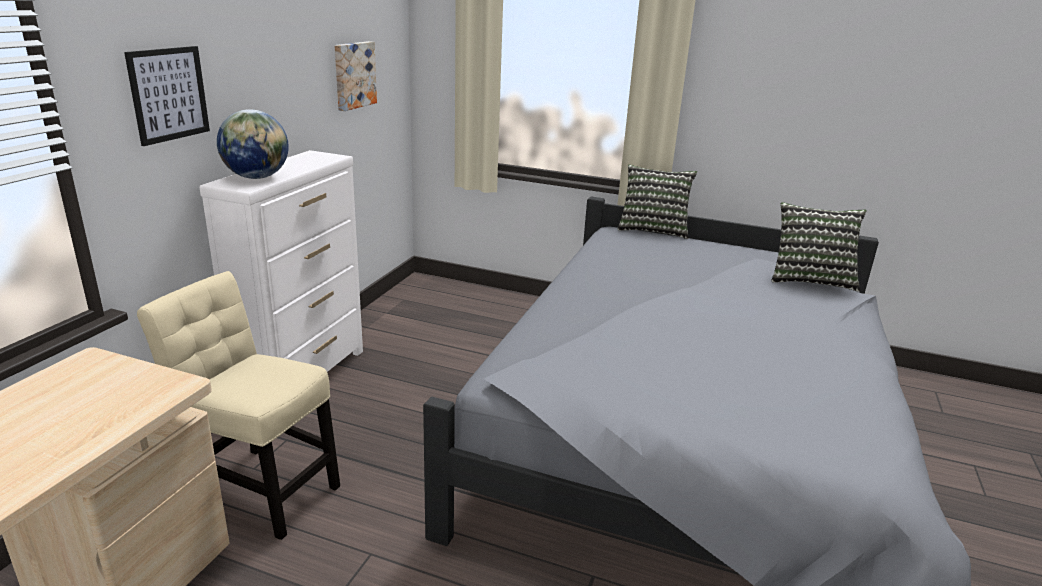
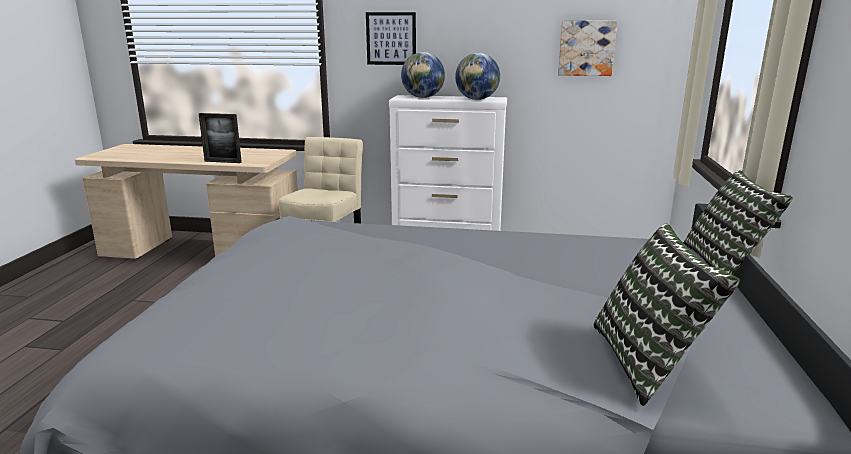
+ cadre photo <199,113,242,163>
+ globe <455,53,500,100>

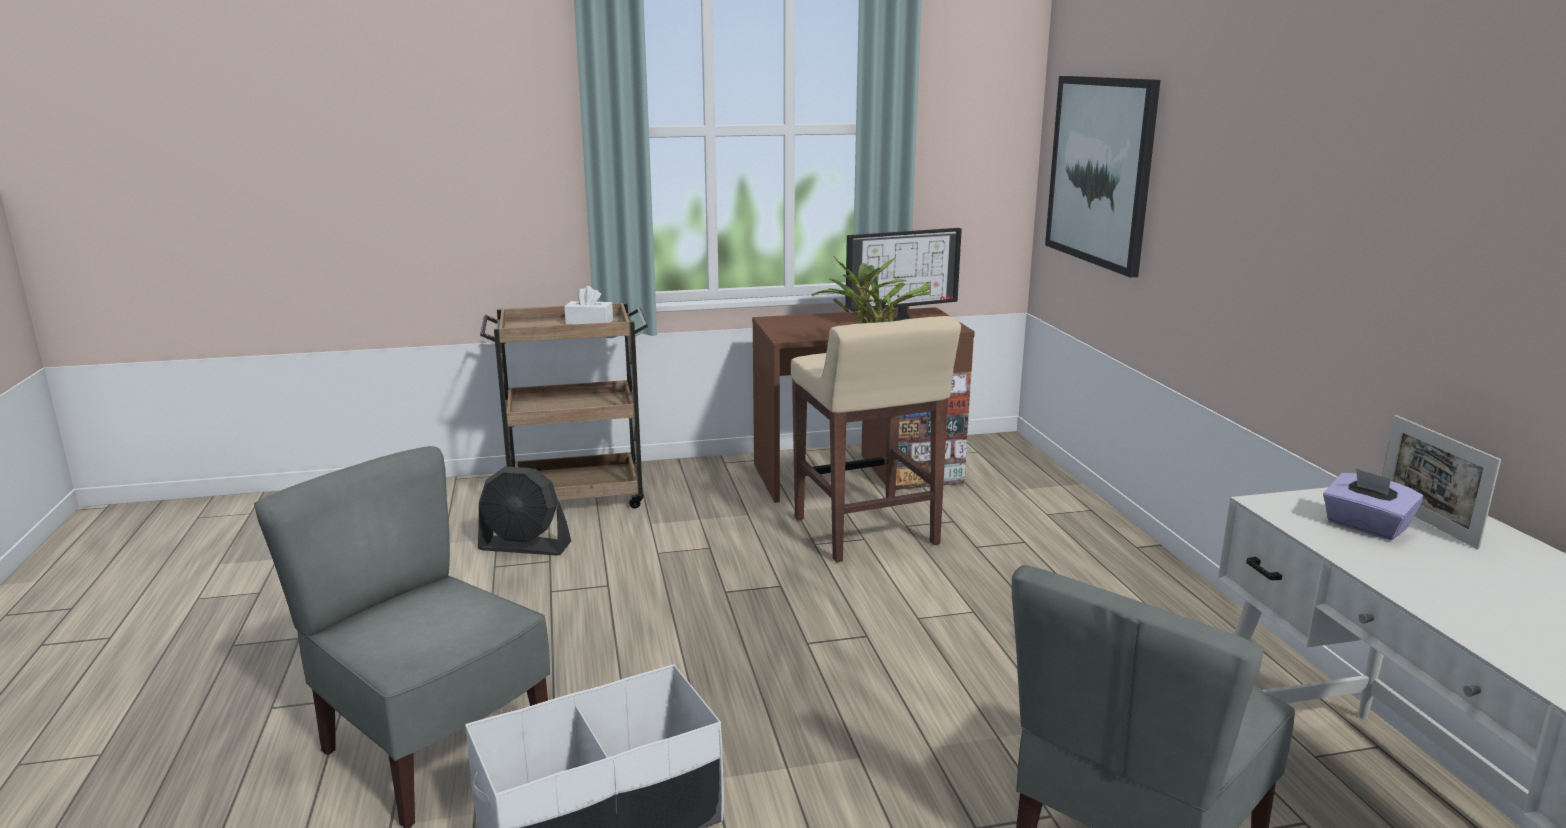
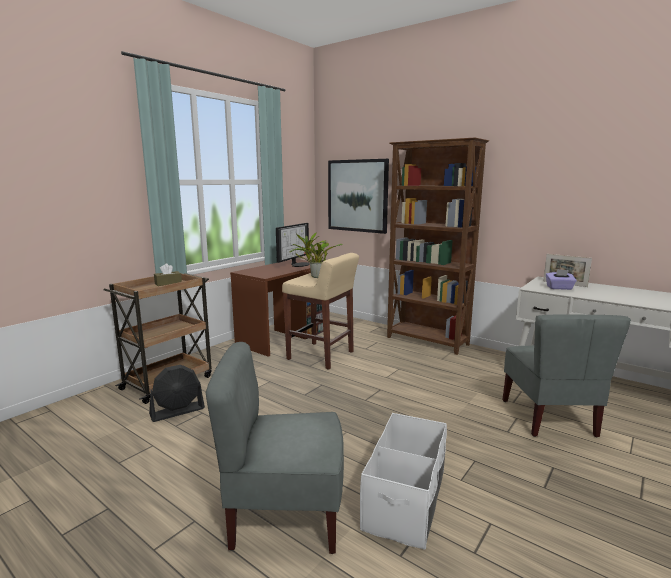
~ boîte à mouchoirs (blanc) <564,286,613,325> to boîte à mouchoirs (marron) <154,263,182,286>
+ bibliothèque (marron) <387,138,489,355>

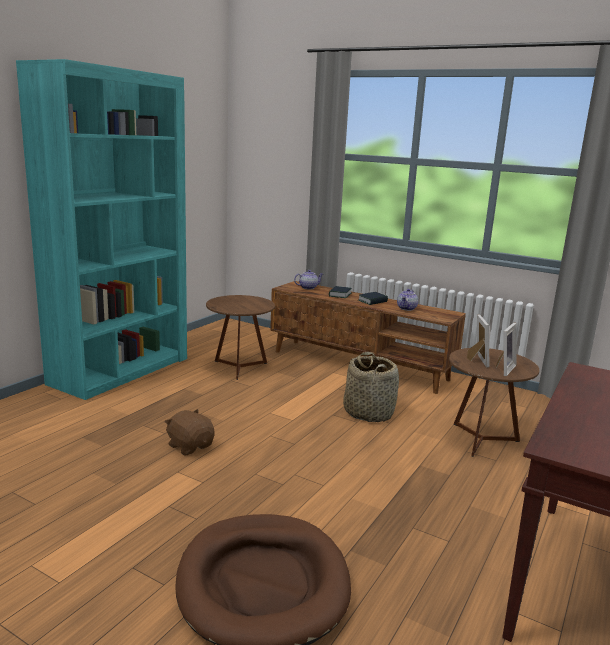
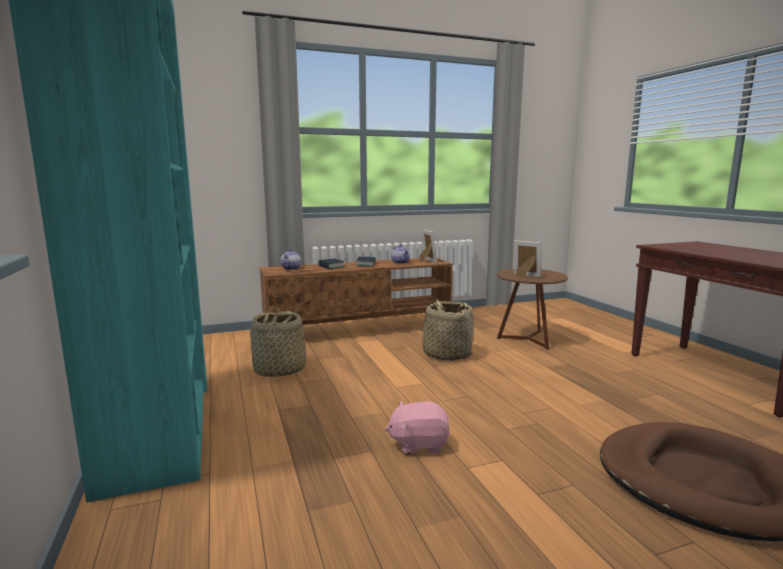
~ table d'appoint (marron) <206,295,275,380> to panier <250,308,306,377>
~ peluche (marron) <165,409,215,456> to peluche (rose) <385,401,450,455>
~ cadre photo <496,323,516,376> to <419,229,437,263>

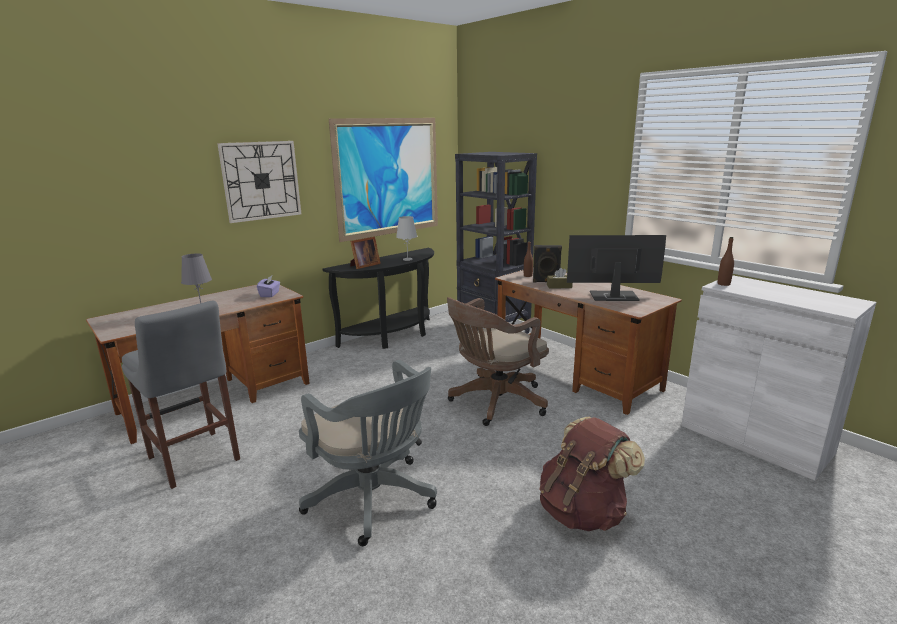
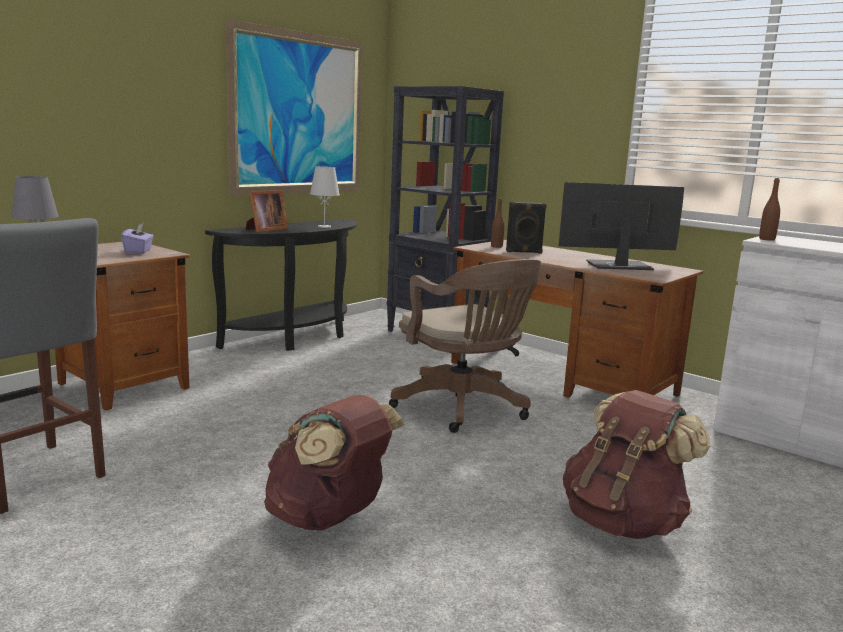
~ chaise de bureau (gris) <299,360,437,546> to sac à dos (marron) <264,395,405,530>
~ chaise de bureau (marron) <447,297,549,426> = <389,259,541,433> 75 degrees counterclockwise
- horloge murale <217,141,301,223>
- boîte à mouchoirs (marron) <547,268,573,289>

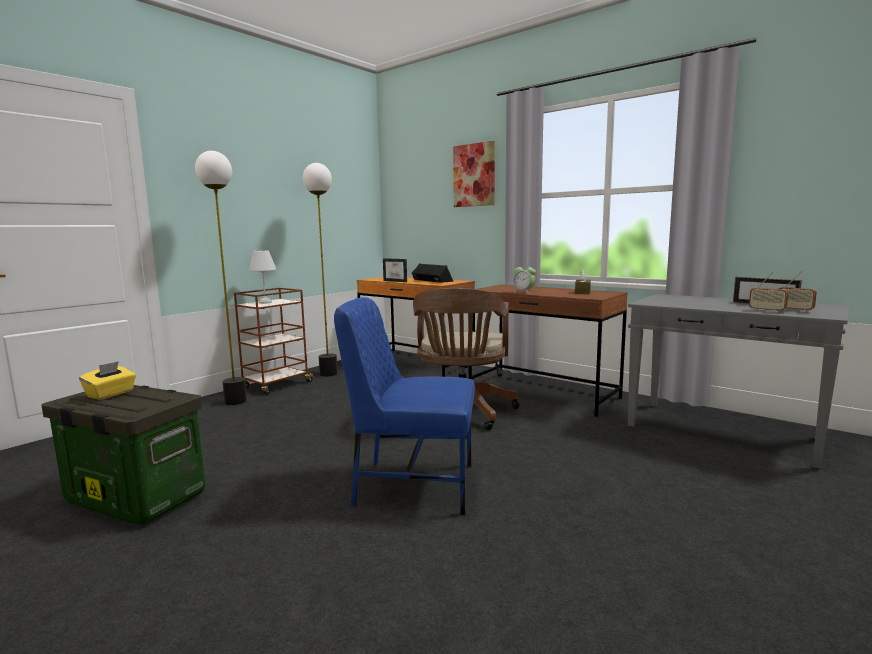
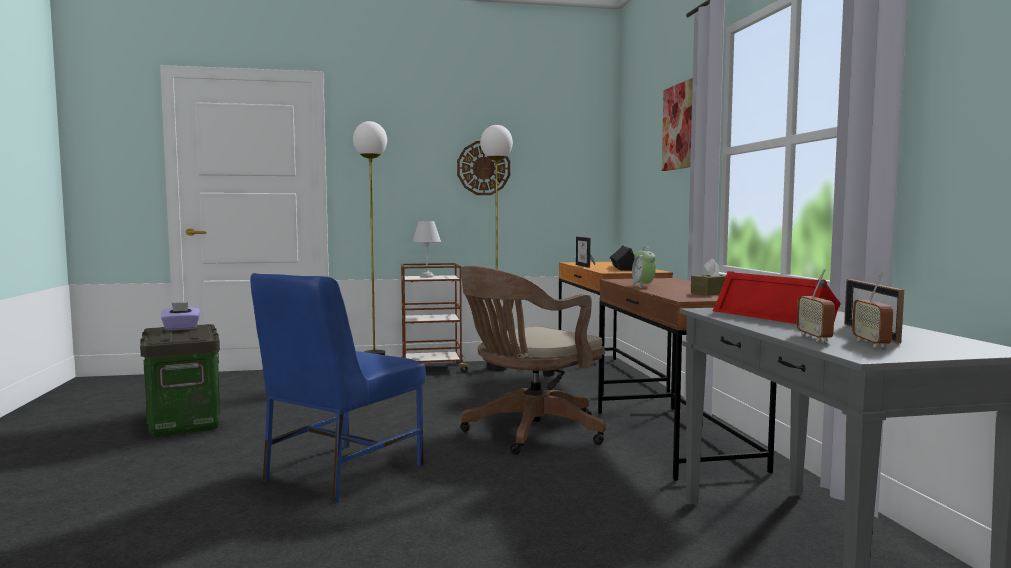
~ boîte à mouchoirs (jaune) <79,361,136,400> to boîte à mouchoirs (violet) <161,302,200,331>
~ chaise (bleu) <334,297,475,515> = <250,273,426,504> 105 degrees counterclockwise
+ horloge murale <457,141,510,195>
+ enceinte (rouge) <713,271,841,324>

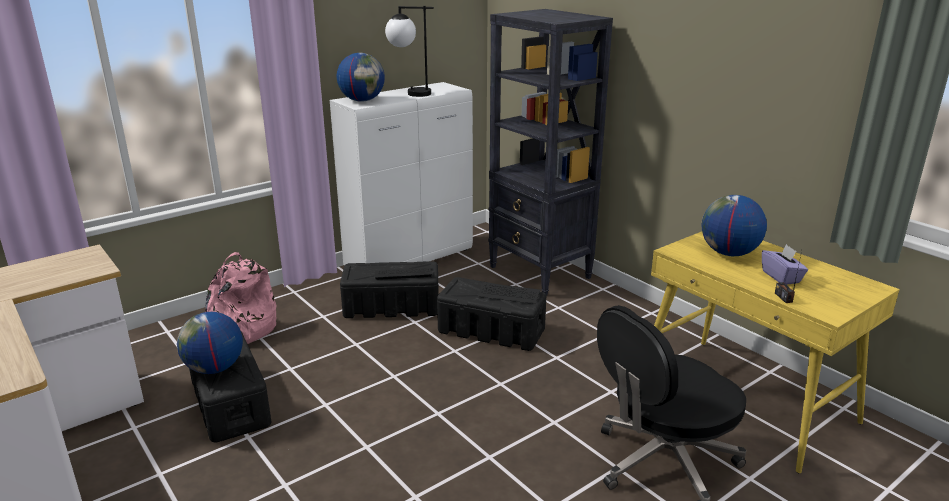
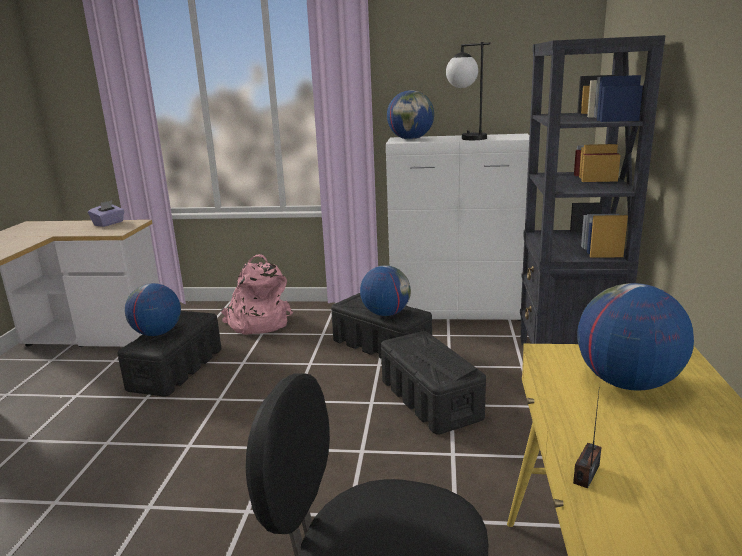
~ boîte à mouchoirs (violet) <762,244,808,285> to <88,200,125,227>
~ clavier <375,268,432,280> to globe <360,265,411,316>

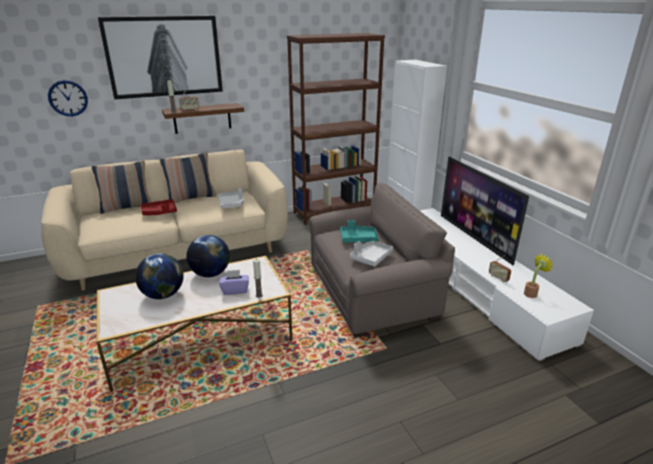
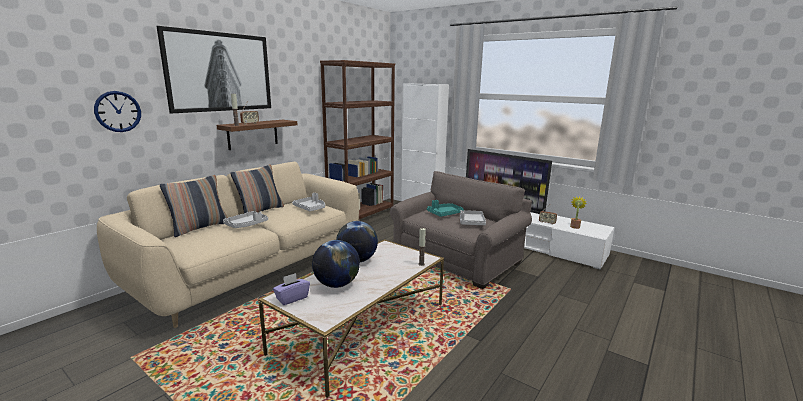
~ plateau (rouge) <141,199,177,215> to plateau (gris) <223,211,268,228>
~ boîte à mouchoirs (violet) <219,270,249,295> to <273,273,310,305>

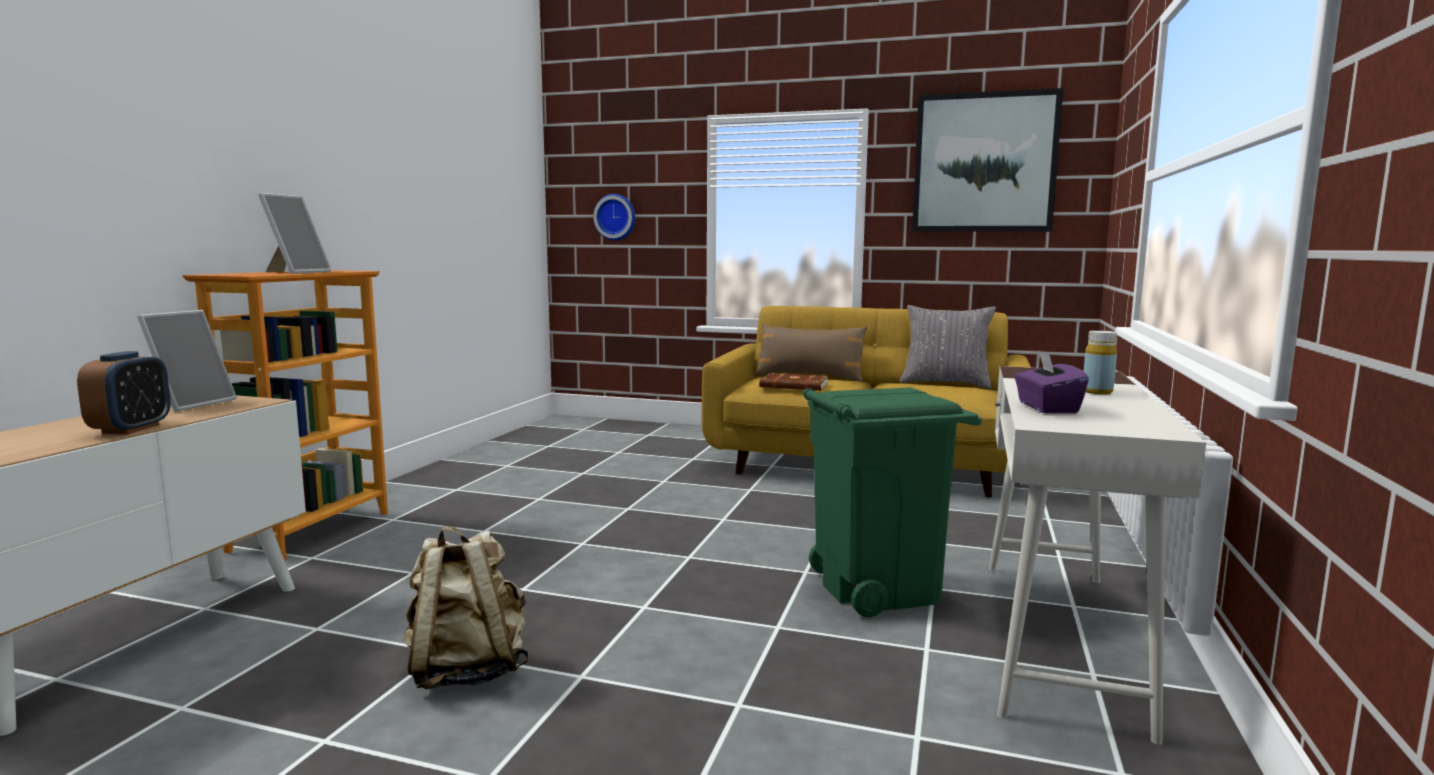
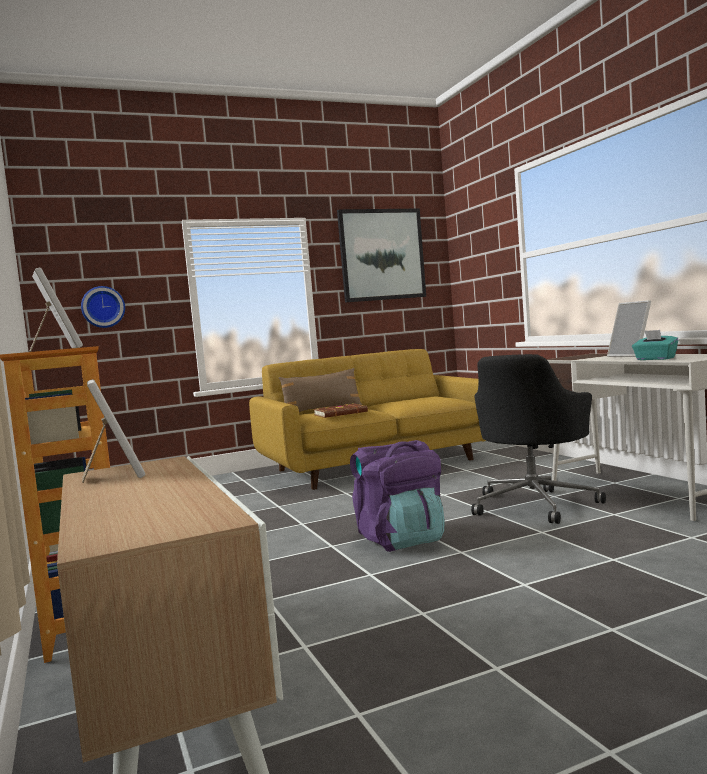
+ sac à dos (violet) <350,440,445,552>
~ poubelle (vert) <803,388,982,617> to chaise de bureau (noir) <471,354,606,524>
~ bouteille (jaune) <1084,330,1117,394> to cadre photo <607,300,651,357>
~ boîte à mouchoirs (violet) <1014,350,1089,413> to boîte à mouchoirs (turquoise) <632,330,679,360>
- réveil <77,351,171,434>
- sac à dos (beige) <403,526,529,689>
- coussin (gris) <900,305,996,389>

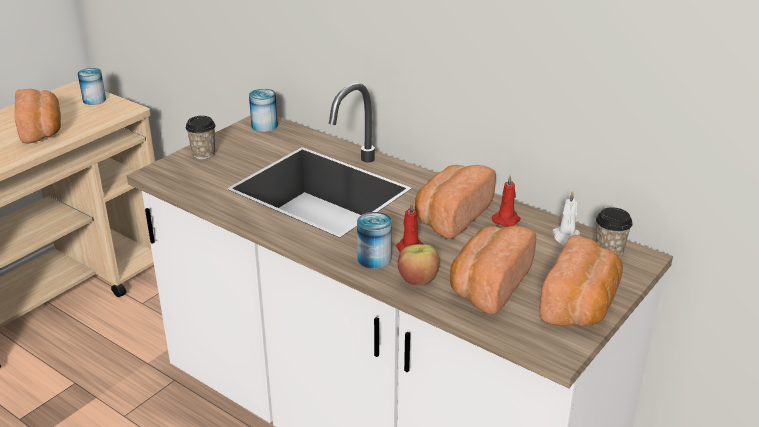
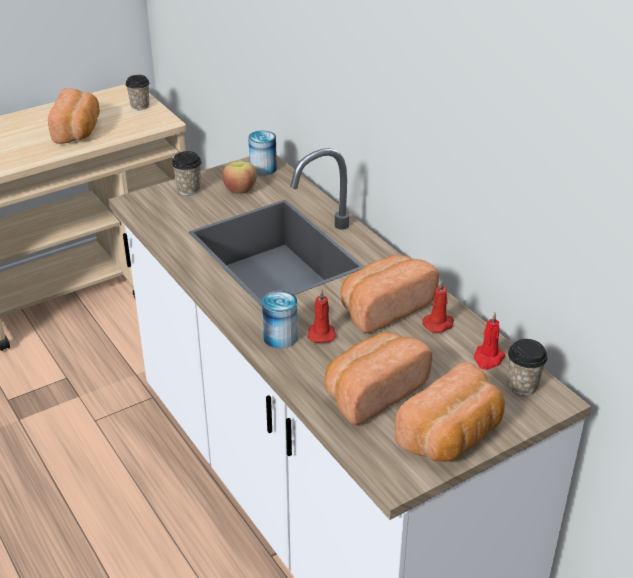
~ boîte métallique <78,68,106,105> to tasse <126,75,150,110>
~ pomme <398,244,440,286> to <223,161,257,193>
~ bougie (blanc) <553,191,580,246> to bougie (rouge) <474,312,505,370>

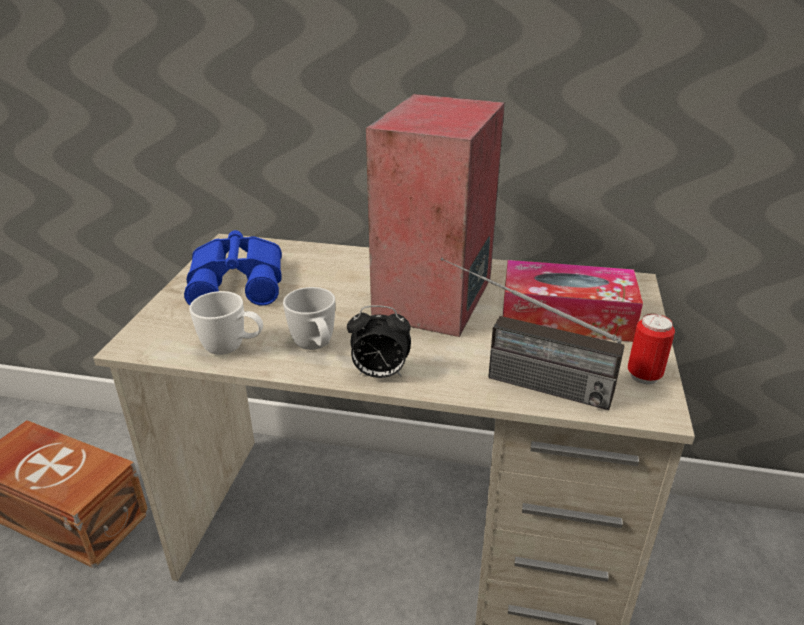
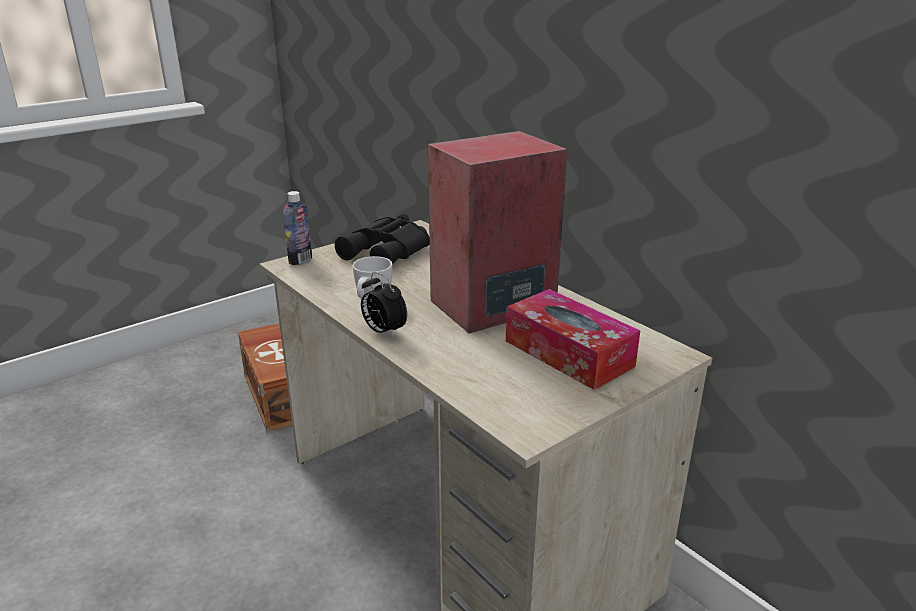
+ bouteille <283,191,312,265>
~ jumelles (bleu) <184,230,282,306> to jumelles (noir) <335,214,430,264>
- mug (blanc) <189,291,263,355>
- radio <440,257,624,410>
- boîte métallique <628,314,675,384>

